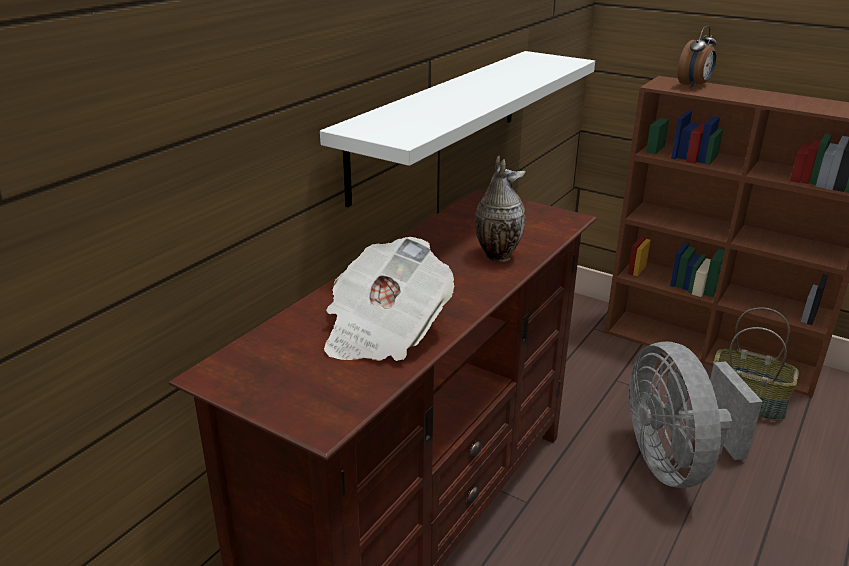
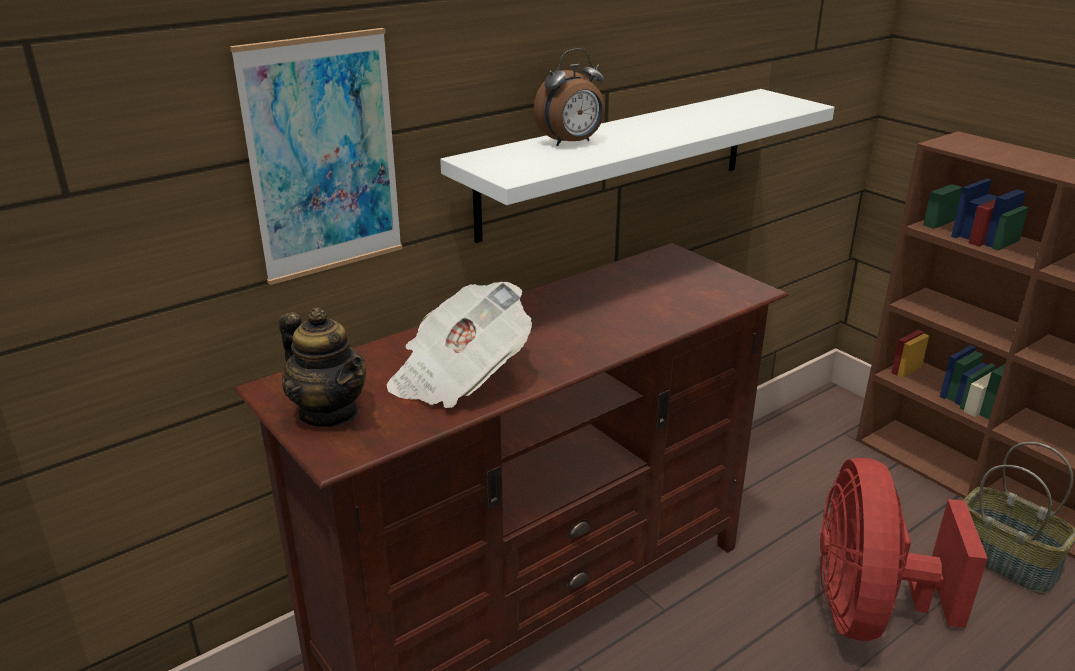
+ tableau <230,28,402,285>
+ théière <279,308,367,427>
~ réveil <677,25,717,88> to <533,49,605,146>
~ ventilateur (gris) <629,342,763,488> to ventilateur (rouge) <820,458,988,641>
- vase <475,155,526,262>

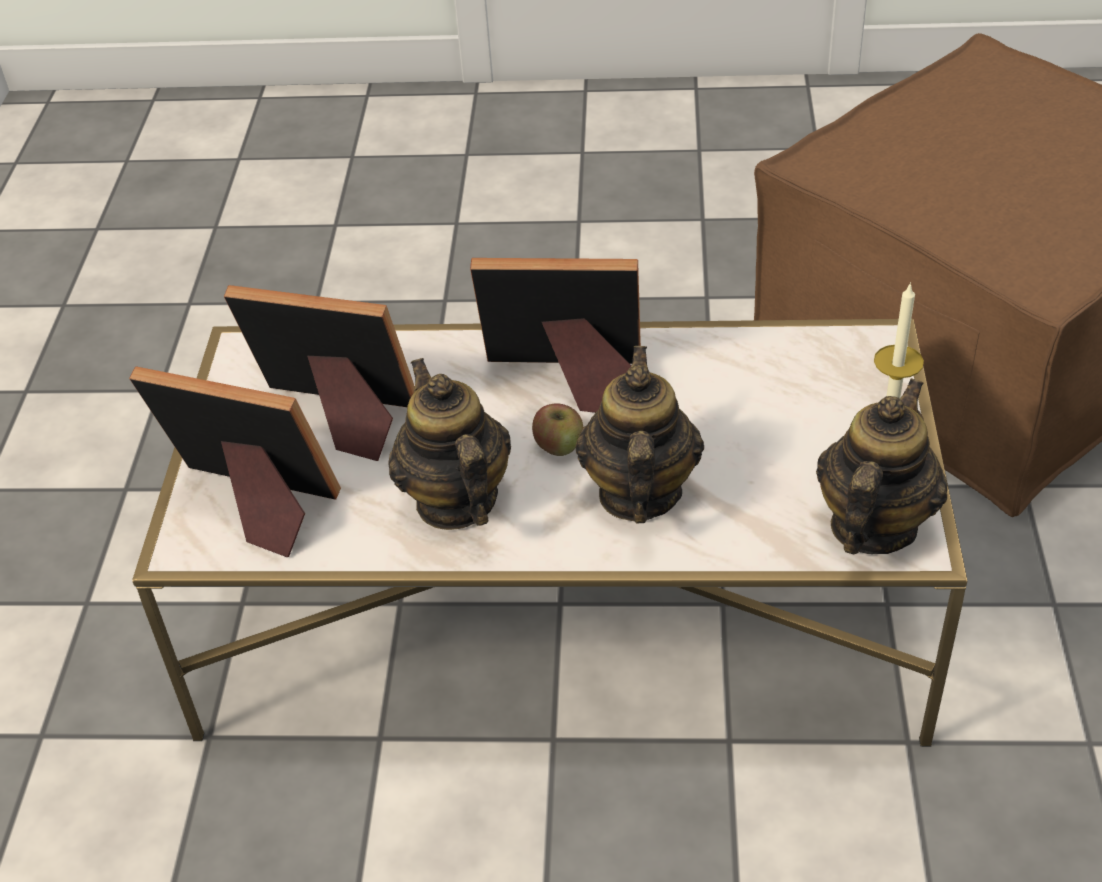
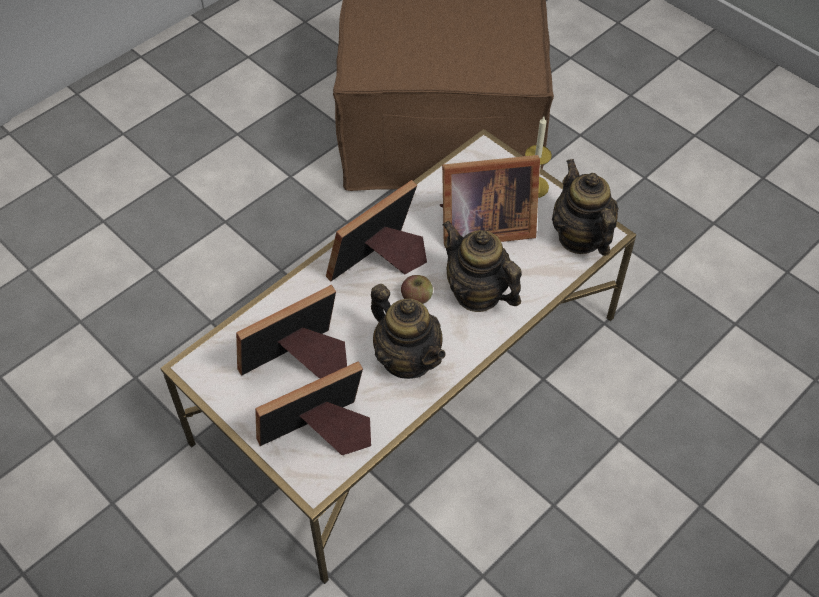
~ théière <388,358,511,530> = <370,284,446,379> 150 degrees counterclockwise
+ cadre photo <440,155,540,246>

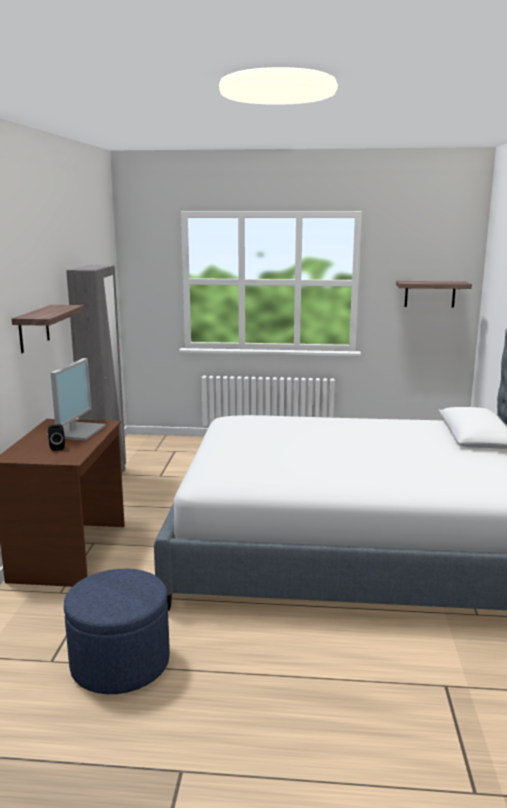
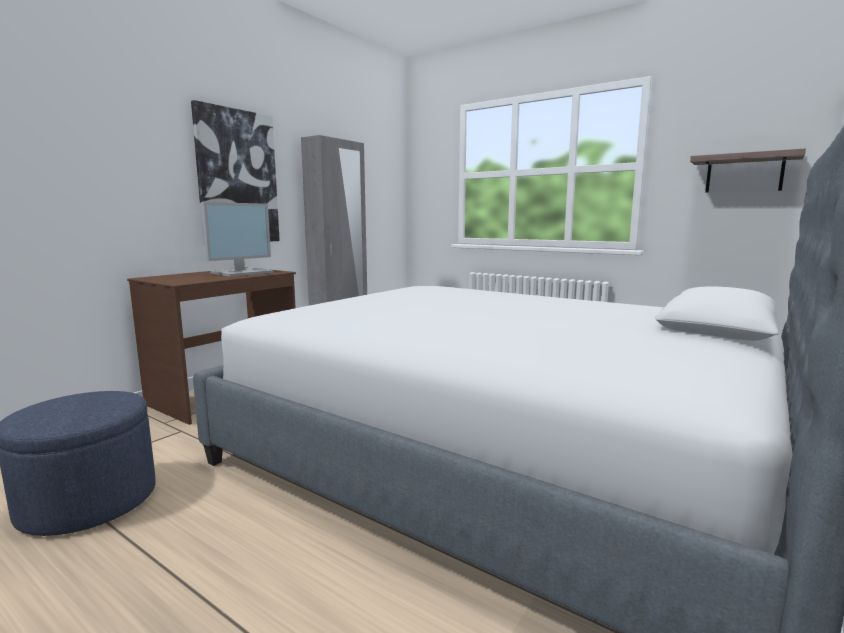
~ étagère <12,305,84,353> to tableau <191,100,280,244>
- enceinte (noir) <48,424,65,451>

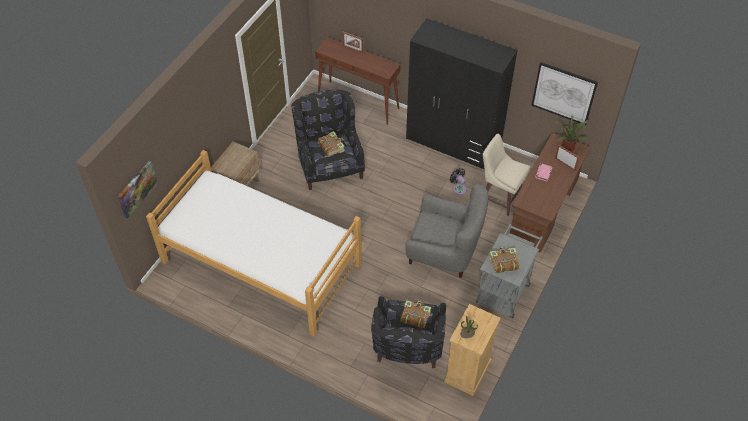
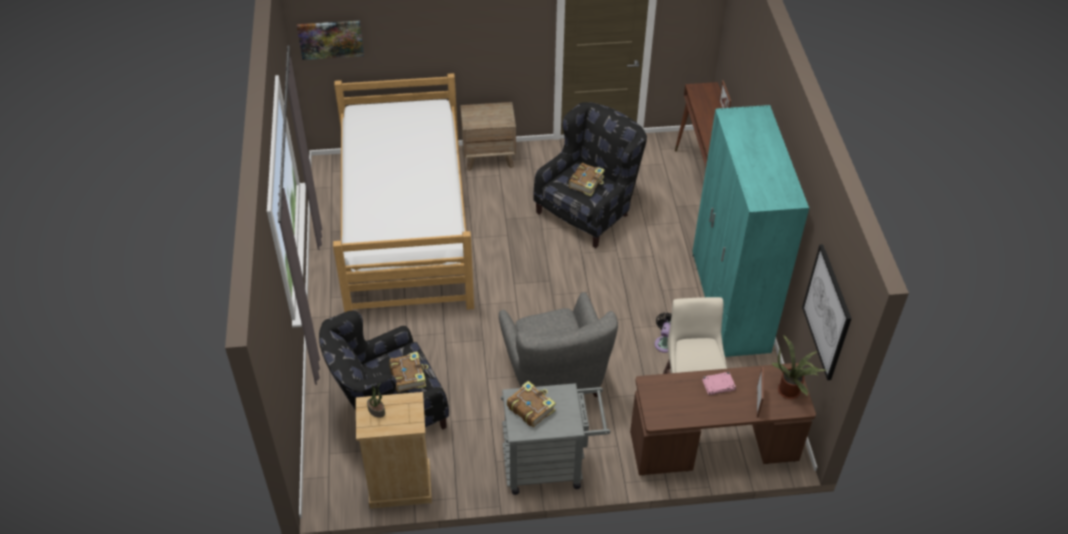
~ armoire (noir) <406,18,517,169> to armoire (turquoise) <693,105,809,357>

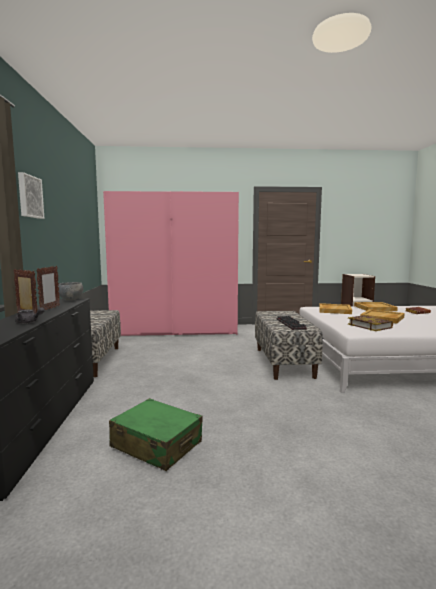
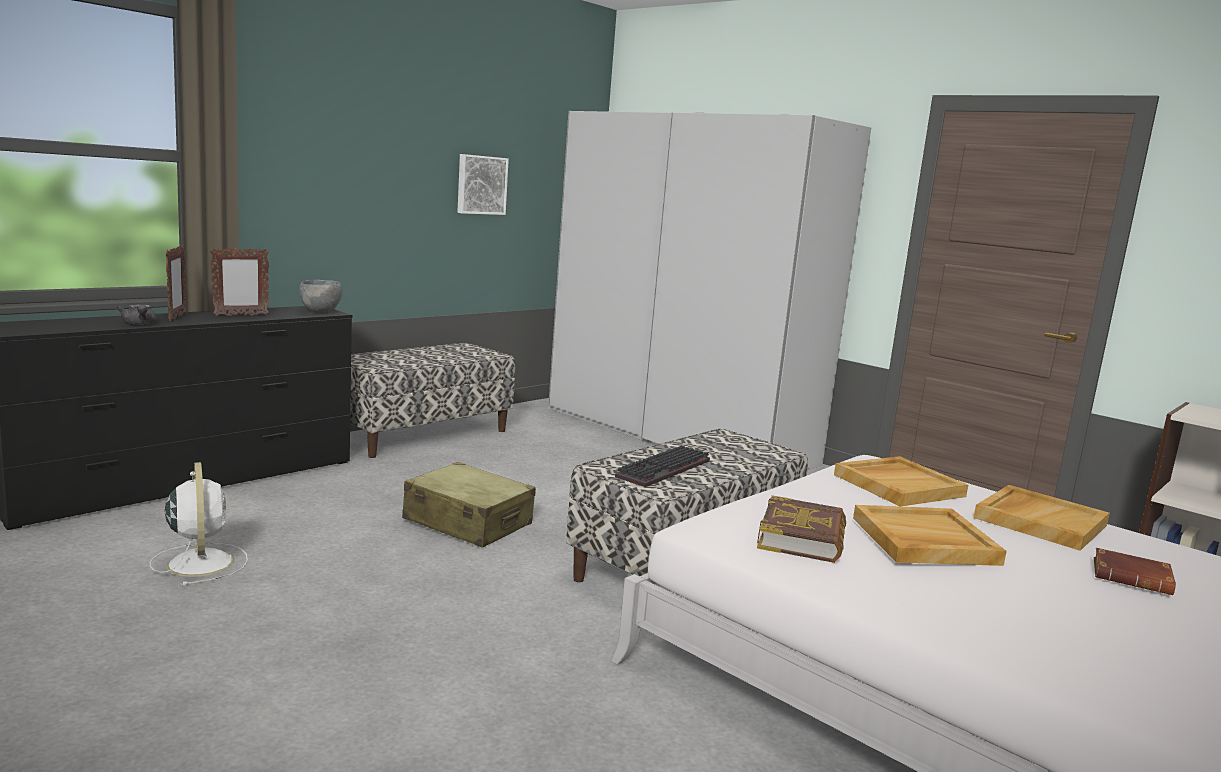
~ valise (vert) <109,398,203,471> to ventilateur (blanc) <150,462,248,586>
+ valise (beige) <402,462,536,548>
~ tableau <18,172,45,219> to <457,154,509,215>
~ armoire (rose) <103,191,239,336> to armoire (blanc) <548,111,871,471>

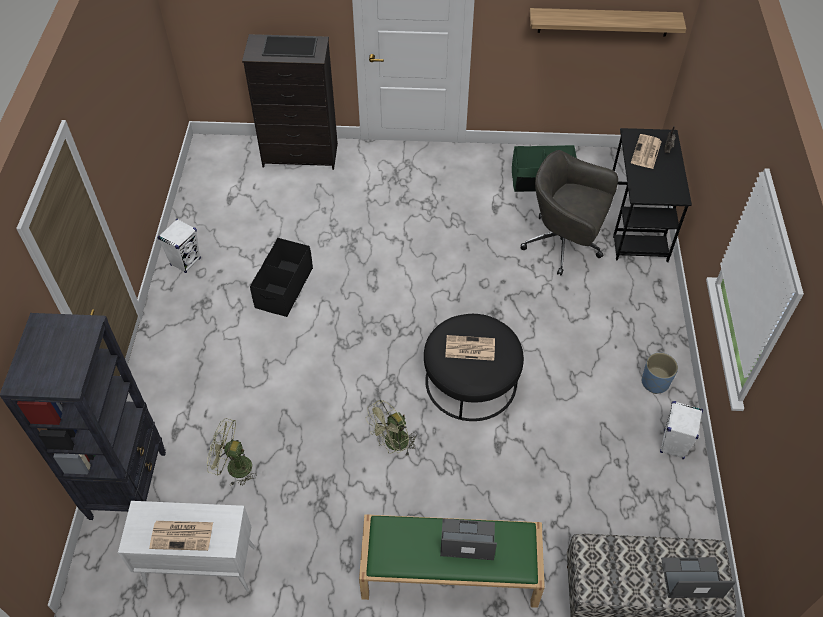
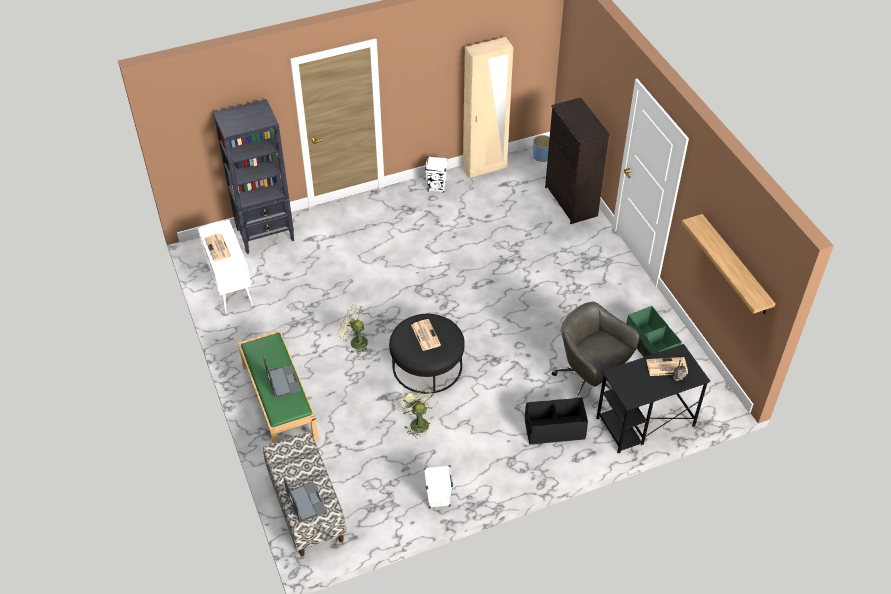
~ ventilateur (vert) <207,418,257,486> to <398,388,438,439>
+ armoire (beige) <463,37,513,178>
~ boîte de rangement (noir) <250,238,313,317> to <525,397,588,445>
~ cache-pot (bleu) <642,353,678,394> to <533,135,550,162>
~ chaise de bureau (gris) <521,150,618,275> = <552,302,639,398> 45 degrees counterclockwise
- plateau <262,35,318,58>

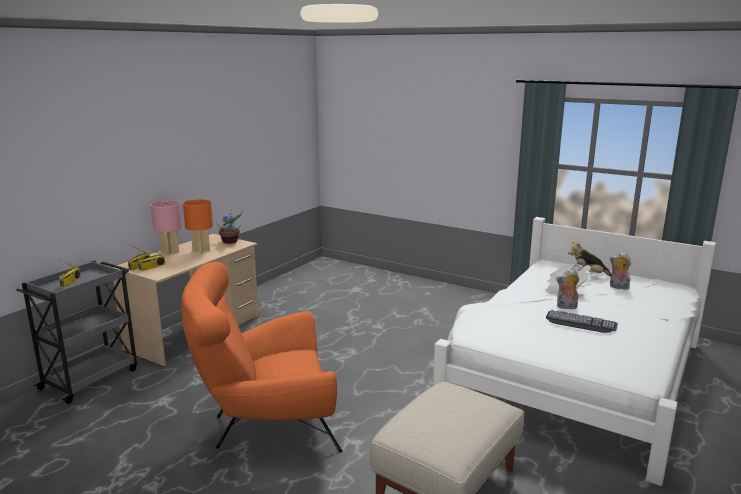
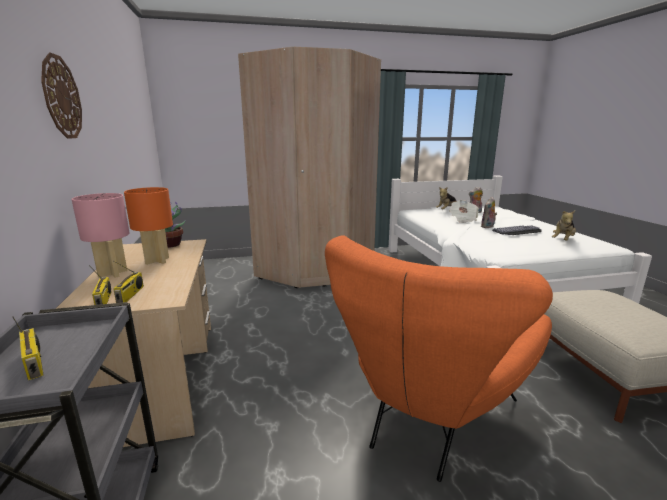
+ horloge murale <41,52,82,139>
+ armoire (beige) <238,47,381,288>
+ peluche <552,210,576,241>

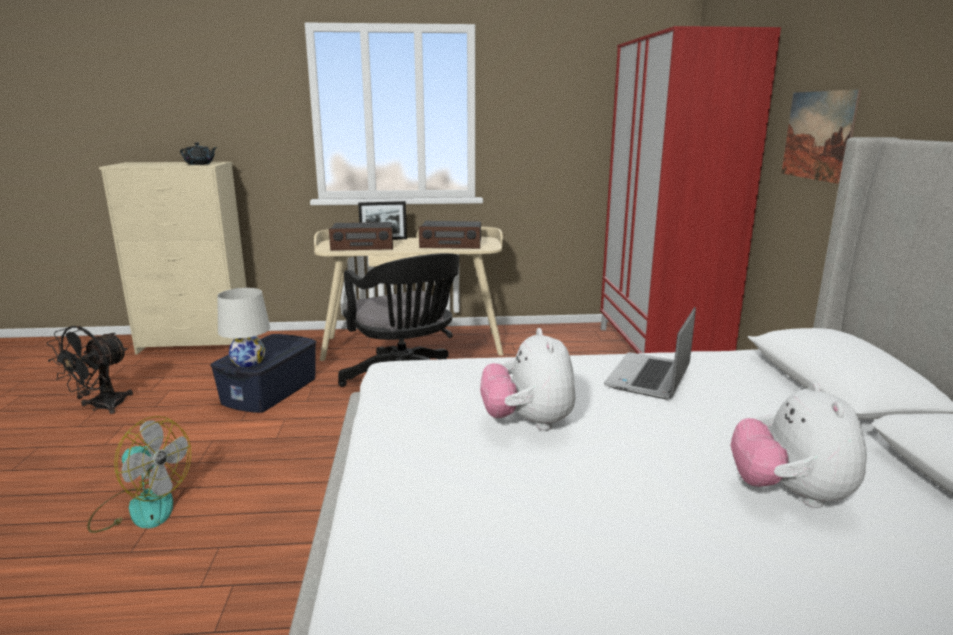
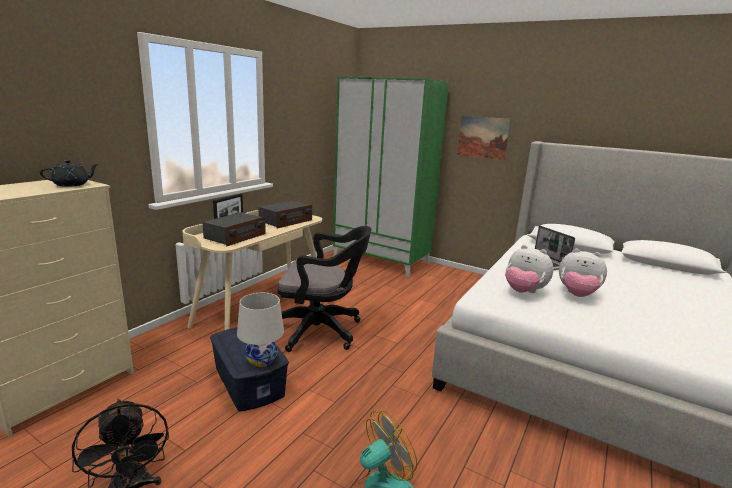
~ armoire (rouge) <600,26,781,353> to armoire (vert) <333,76,449,277>
~ peluche <731,381,867,508> to <505,245,554,293>

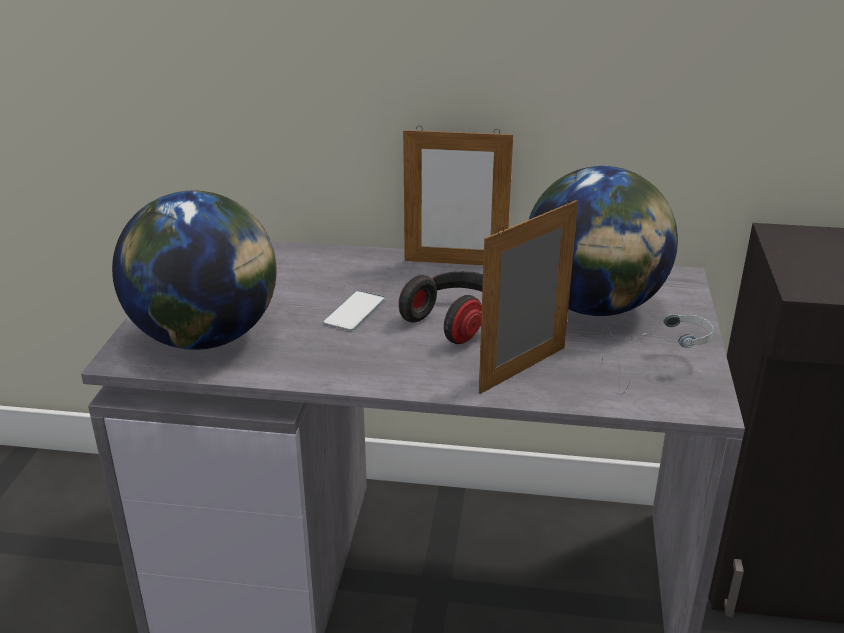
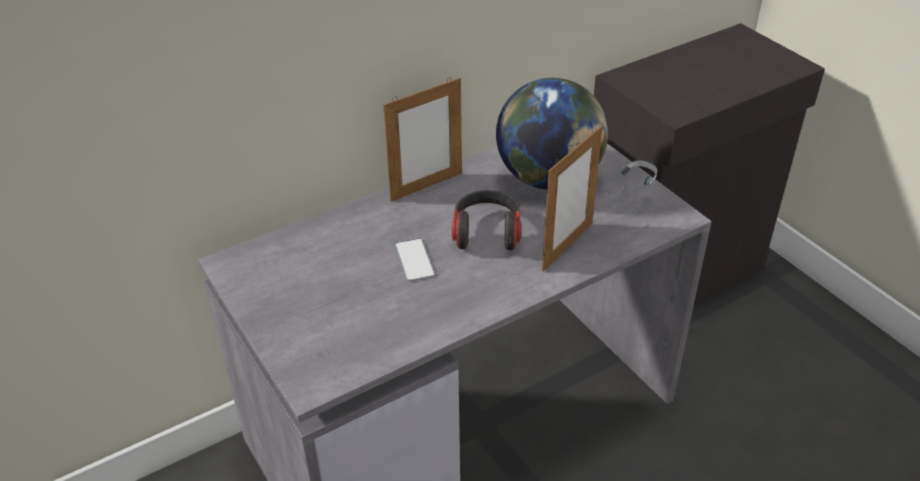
~ cadre photo <479,200,578,394> = <542,125,603,271> 150 degrees counterclockwise
- globe <112,191,277,350>

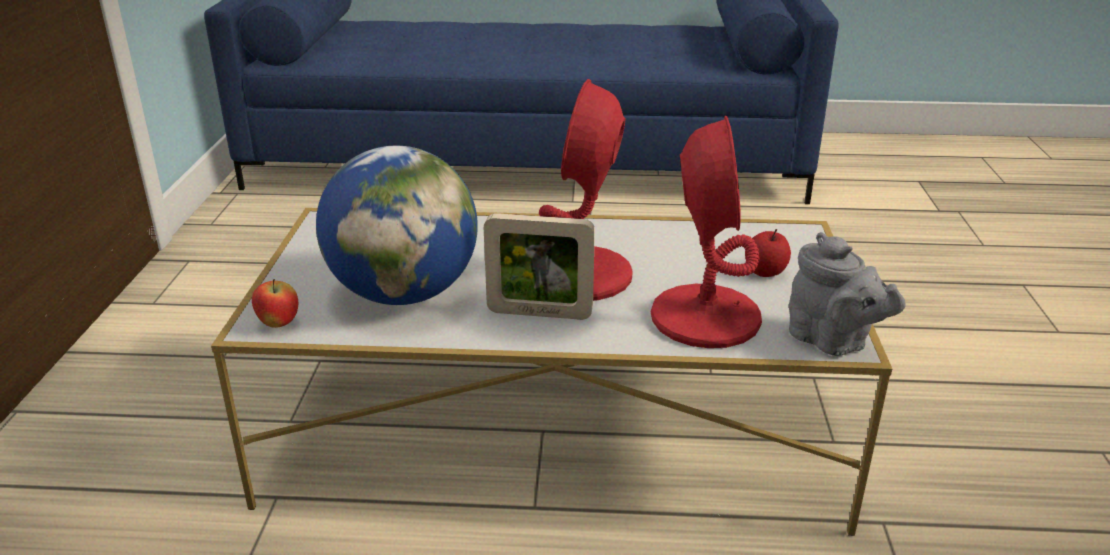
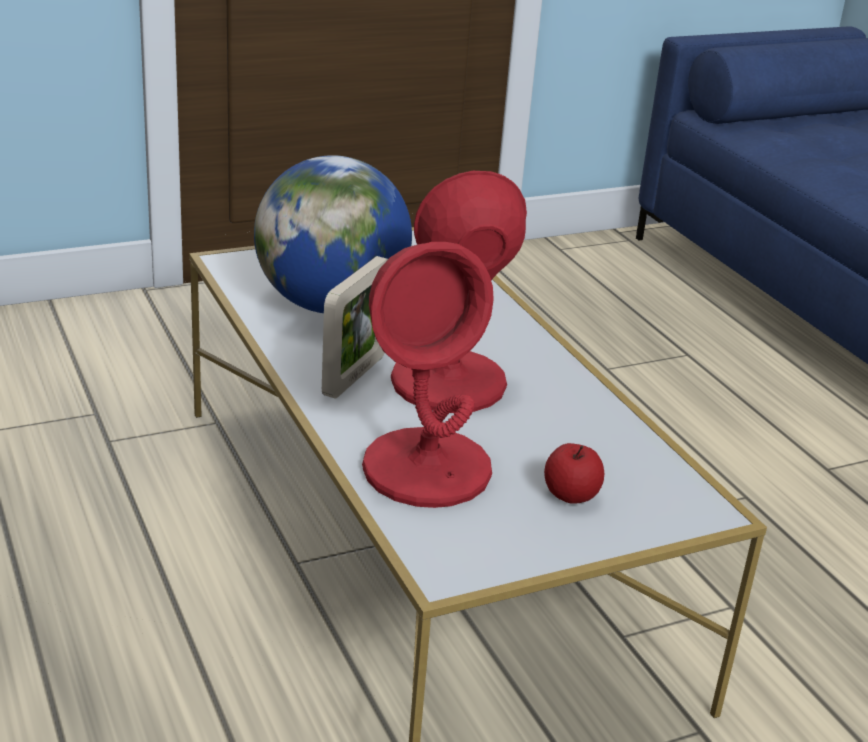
~ cadre photo <484,213,595,320> = <322,256,388,398> 135 degrees counterclockwise
- pomme <252,279,298,328>
- théière (gris) <789,232,905,356>

